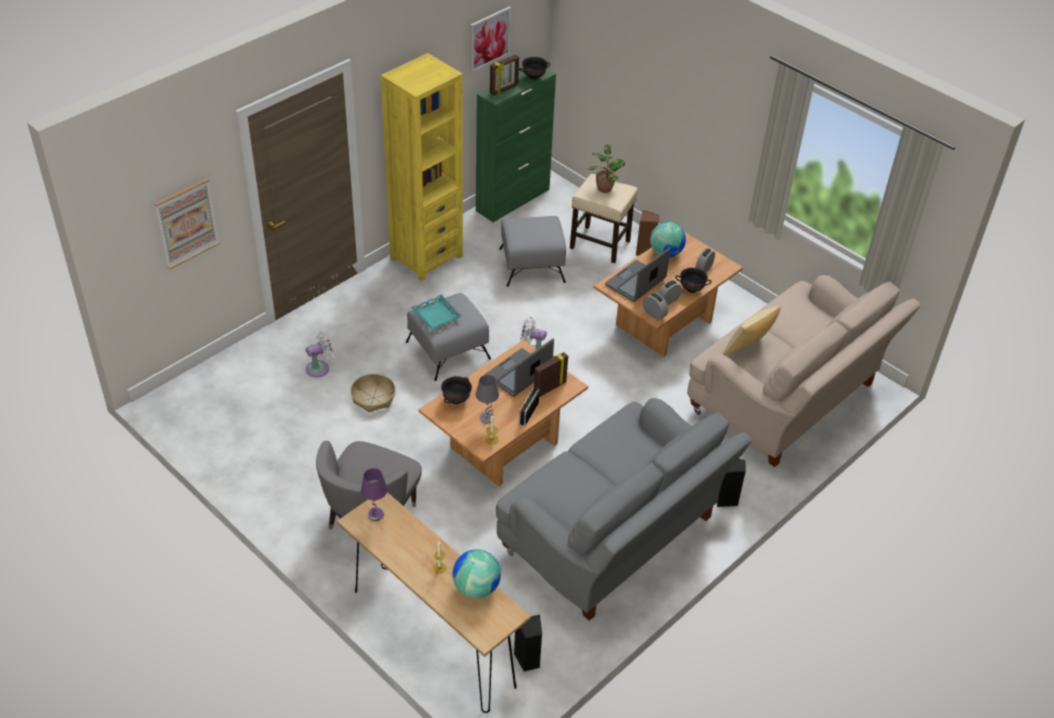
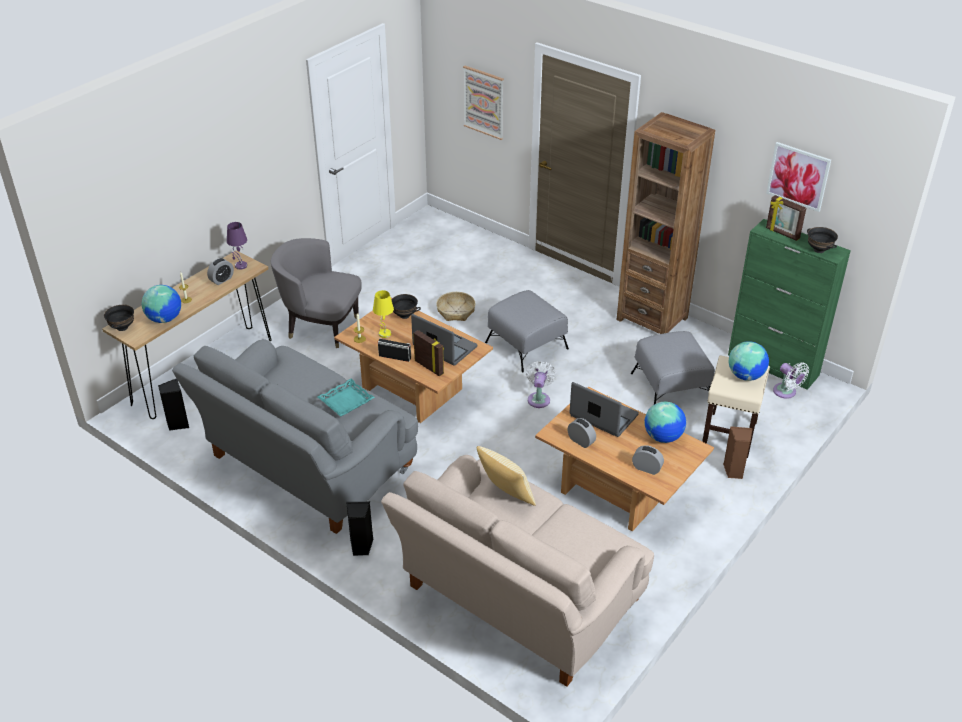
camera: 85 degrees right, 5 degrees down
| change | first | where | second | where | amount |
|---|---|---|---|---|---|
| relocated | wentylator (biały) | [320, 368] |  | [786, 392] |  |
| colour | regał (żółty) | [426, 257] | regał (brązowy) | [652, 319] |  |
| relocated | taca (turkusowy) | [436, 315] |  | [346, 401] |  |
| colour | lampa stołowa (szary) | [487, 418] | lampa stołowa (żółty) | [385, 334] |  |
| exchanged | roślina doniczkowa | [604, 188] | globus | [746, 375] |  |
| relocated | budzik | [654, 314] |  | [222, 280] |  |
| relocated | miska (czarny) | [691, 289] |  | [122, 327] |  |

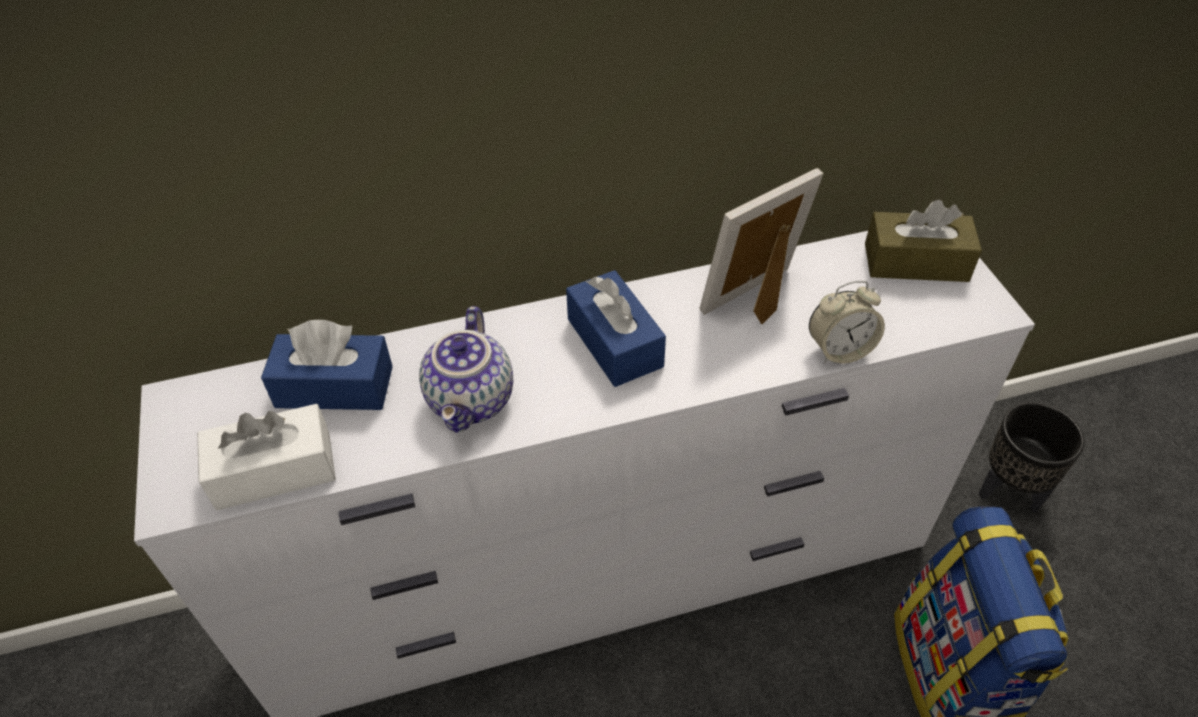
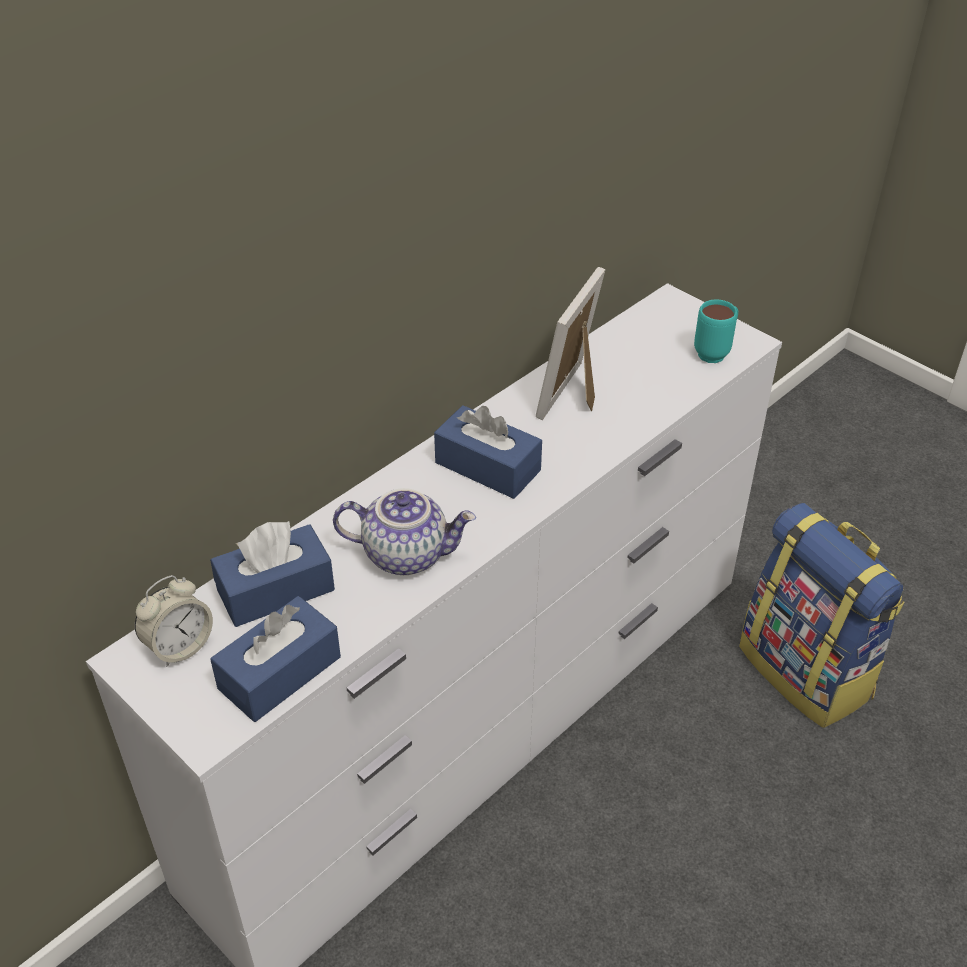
camera: 30 degrees left, 5 degrees down
| change | first | where | second | where | amount |
|---|---|---|---|---|---|
| colour | pudełko chusteczek (biały) | [274, 471] | pudełko chusteczek (niebieski) | [279, 673] |  |
| spun | imbryk | [473, 401] |  | [407, 553] | 60 degrees counterclockwise |
| relocated | budzik | [839, 350] |  | [179, 646] |  |
| missing | pudełko chusteczek (brązowy) | [916, 262] |  |  |  |
| missing | donica (czarny) | [1010, 492] |  |  |  |
| appeared |  |  | kubek (turkusowy) | [716, 352] |  |

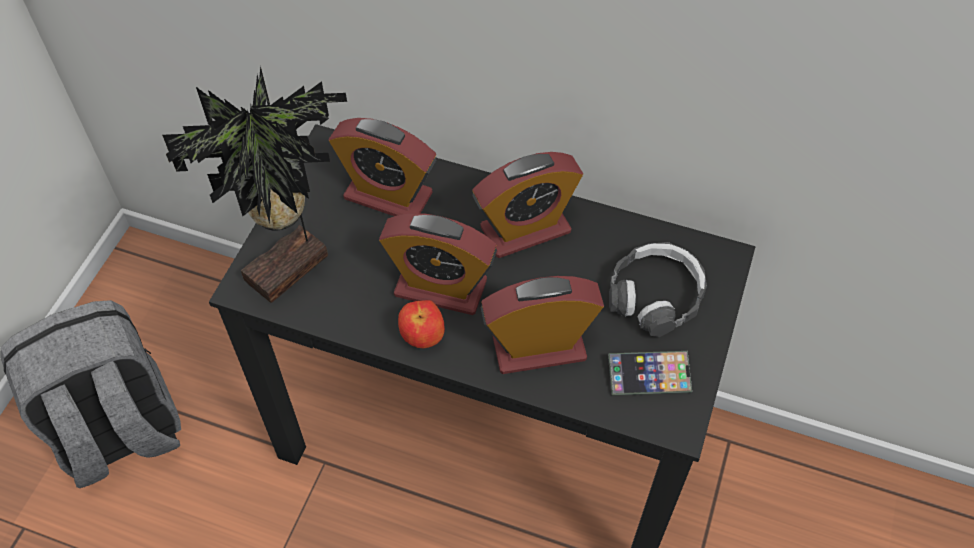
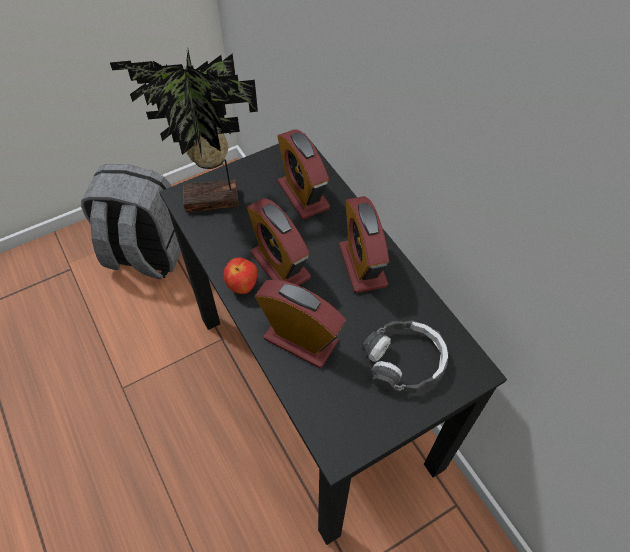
camera: 40 degrees right, 0 degrees up
| change | first | where | second | where | amount |
|---|---|---|---|---|---|
| spun | budzik | [525, 230] |  | [362, 265] | 60 degrees clockwise |
| missing | telefon | [648, 376] |  |  |  |

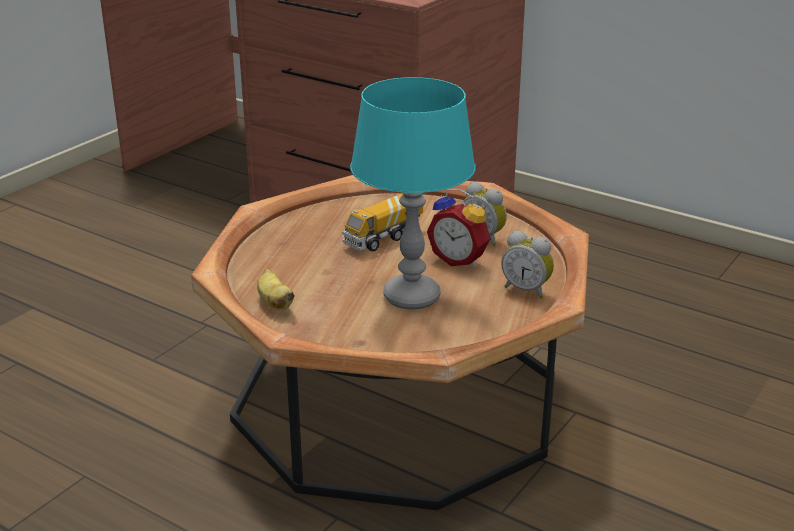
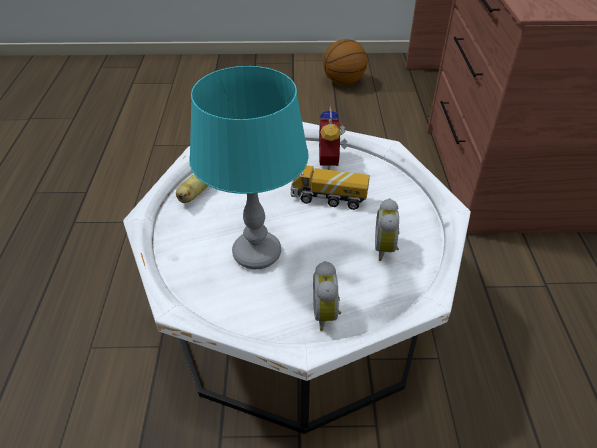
camera: 55 degrees right, 15 degrees up
| change | first | where | second | where | amount |
|---|---|---|---|---|---|
| colour | ława (brązowy) | [397, 400] | ława (biały) | [298, 309] |  |
| relocated | budzik | [460, 259] |  | [331, 161] |  |
| appeared |  |  | piłka do koszykówki | [344, 82] |  |

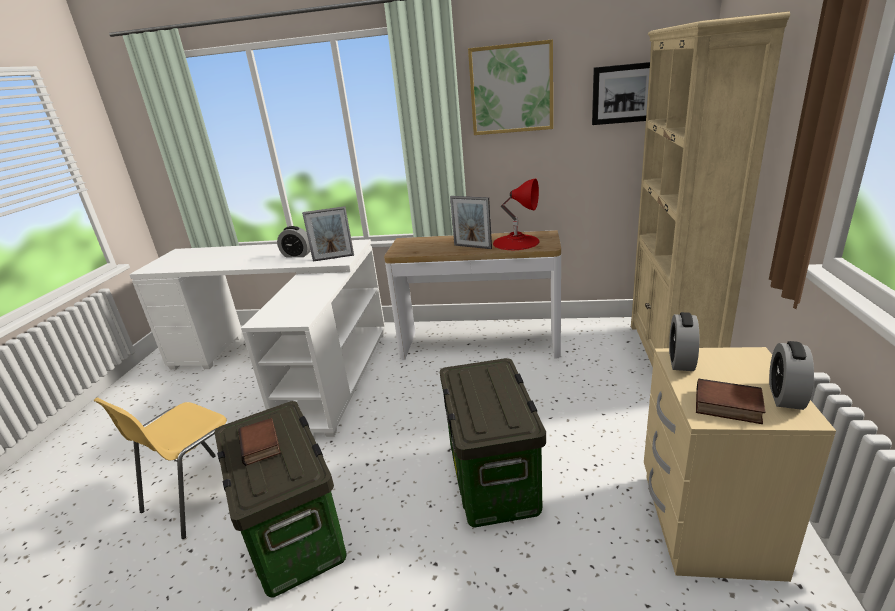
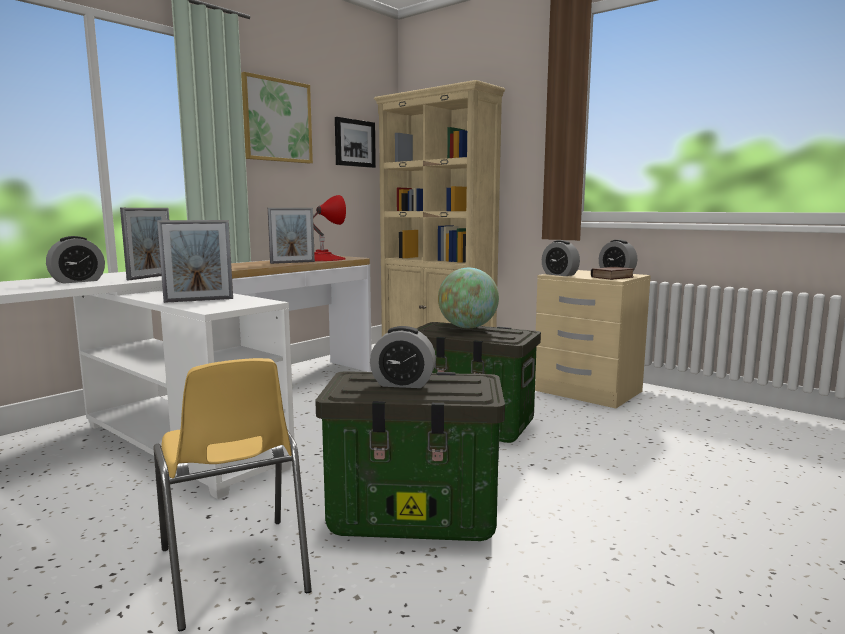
camera: 60 degrees left, 15 degrees down
| change | first | where | second | where | amount |
|---|---|---|---|---|---|
| exchanged | książka | [262, 445] | budzik | [403, 384] |  |
| appeared |  |  | ramka na zdjęcie | [199, 300] |  |
| appeared |  |  | globus | [467, 327] |  |

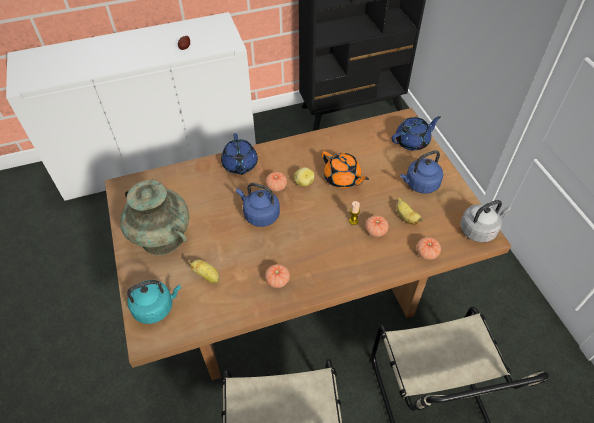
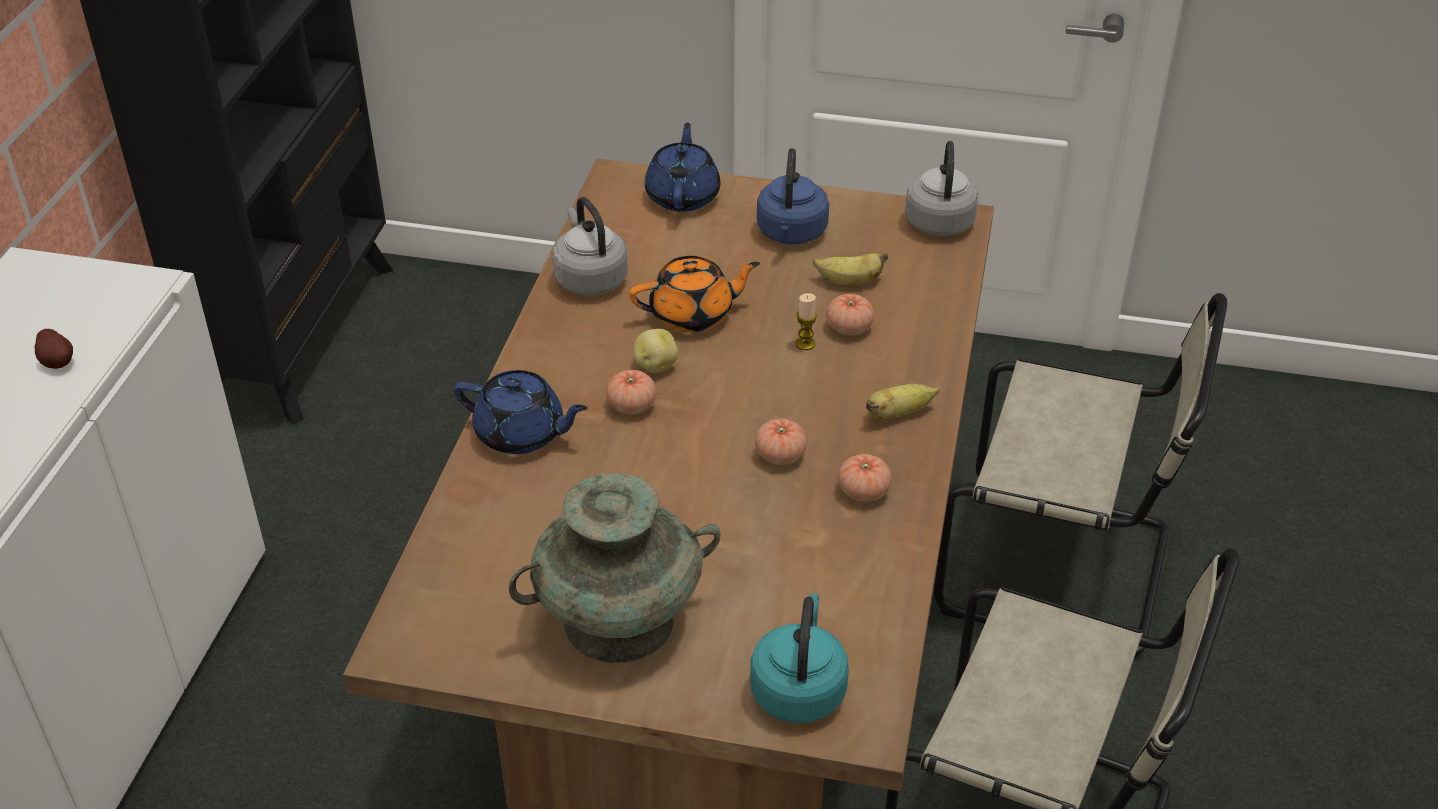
camera: 60 degrees left, 10 degrees down
| change | first | where | second | where | amount |
|---|---|---|---|---|---|
| relocated | banan | [207, 276] |  | [898, 413] |  |
| missing | czajnik (niebieski) | [260, 215] |  |  |  |
| relocated | pomidor | [426, 253] |  | [780, 455] |  |
| appeared |  |  | czajnik (szary) | [589, 278] |  |

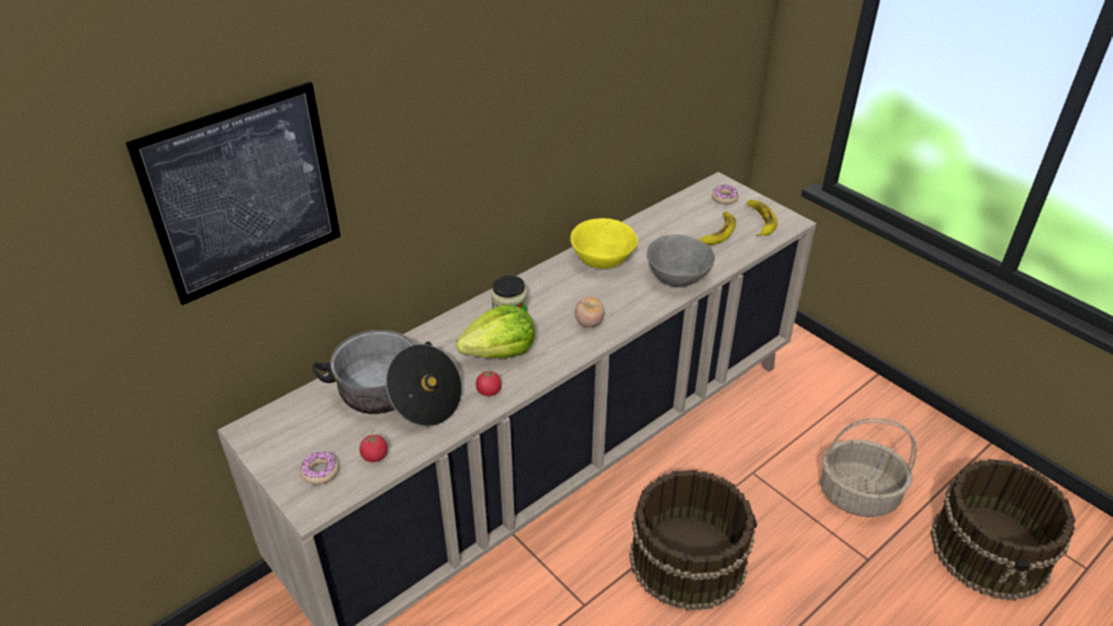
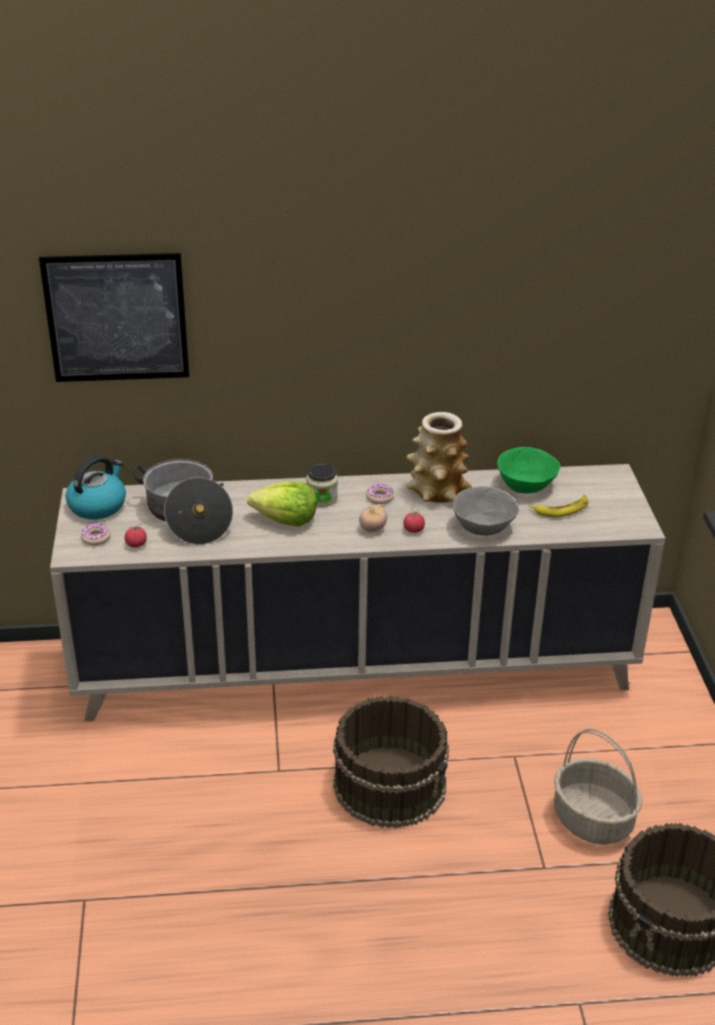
camera: 35 degrees right, 5 degrees down
| change | first | where | second | where | amount |
|---|---|---|---|---|---|
| relocated | pomidor | [489, 391] |  | [413, 530] |  |
| exchanged | miska (żółty) | [602, 260] | wazon | [436, 491] |  |
| relocated | donut | [724, 198] |  | [379, 497] |  |
| missing | banan | [759, 221] |  |  |  |
| appeared |  |  | czajnik | [98, 505] |  |
| appeared |  |  | miska (zielony) | [525, 486] |  |

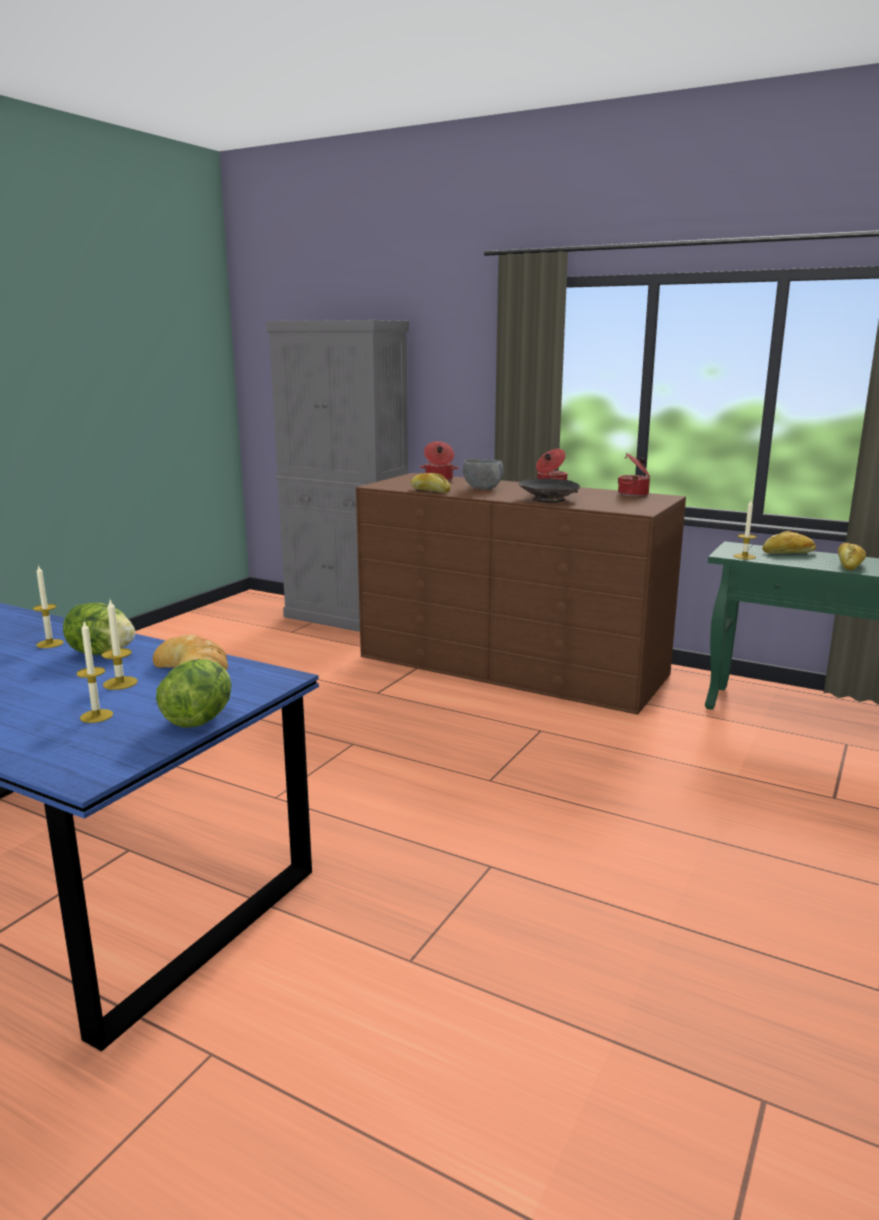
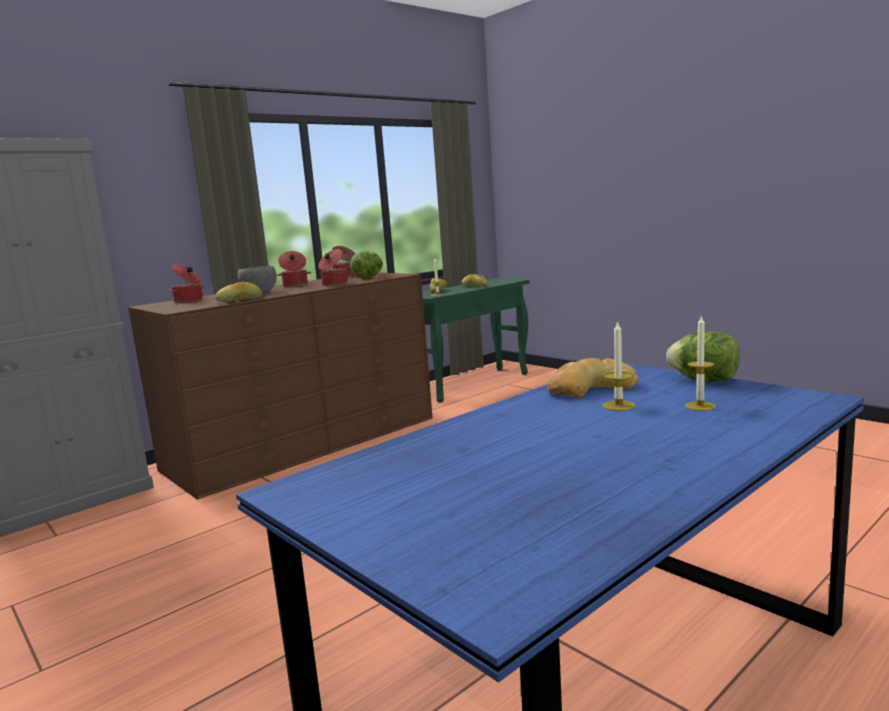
camera: 70 degrees left, 5 degrees down
| change | first | where | second | where | amount |
|---|---|---|---|---|---|
| missing | świeca | [50, 644] |  |  |  |
| relocated | sałata | [102, 653] |  | [368, 278] |  |
| exchanged | miska (czarny) | [548, 499] | garnek | [334, 284] |  |

